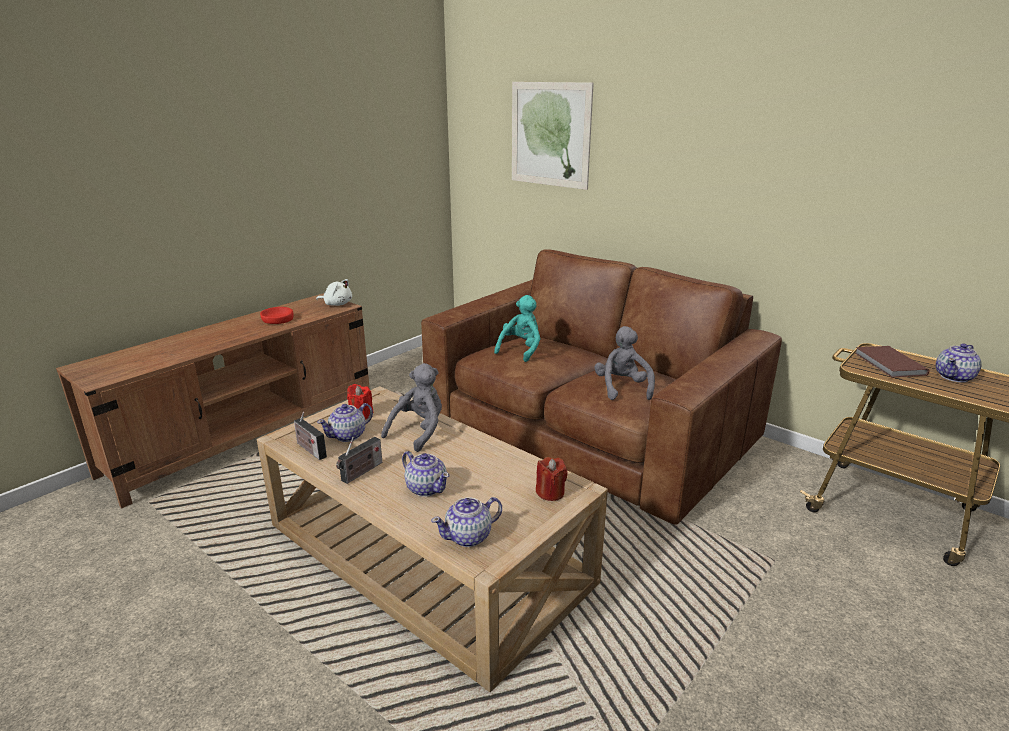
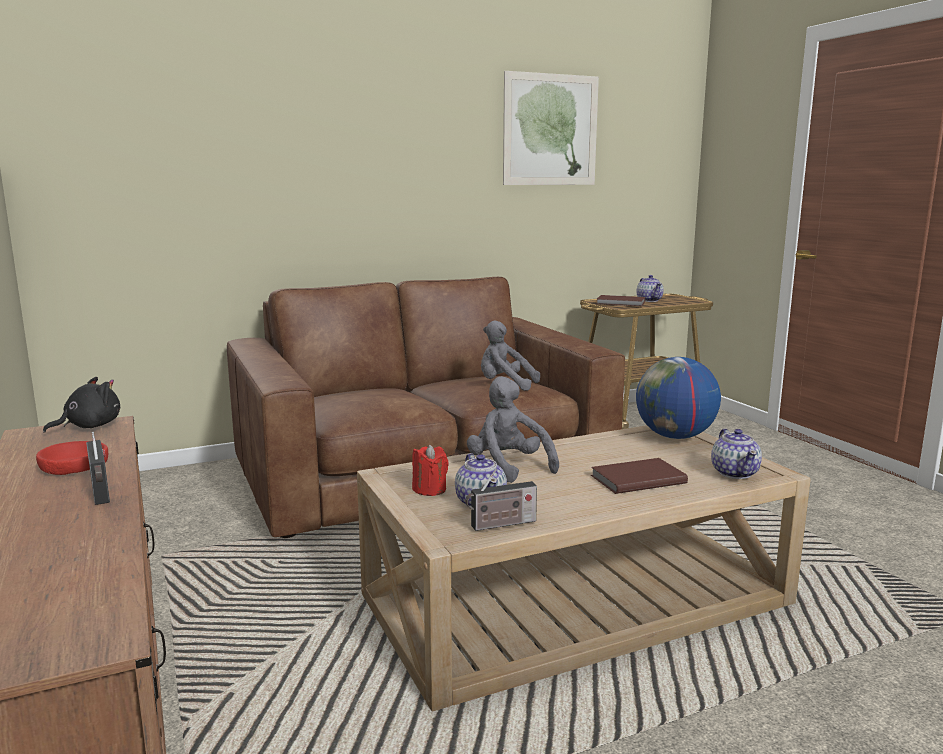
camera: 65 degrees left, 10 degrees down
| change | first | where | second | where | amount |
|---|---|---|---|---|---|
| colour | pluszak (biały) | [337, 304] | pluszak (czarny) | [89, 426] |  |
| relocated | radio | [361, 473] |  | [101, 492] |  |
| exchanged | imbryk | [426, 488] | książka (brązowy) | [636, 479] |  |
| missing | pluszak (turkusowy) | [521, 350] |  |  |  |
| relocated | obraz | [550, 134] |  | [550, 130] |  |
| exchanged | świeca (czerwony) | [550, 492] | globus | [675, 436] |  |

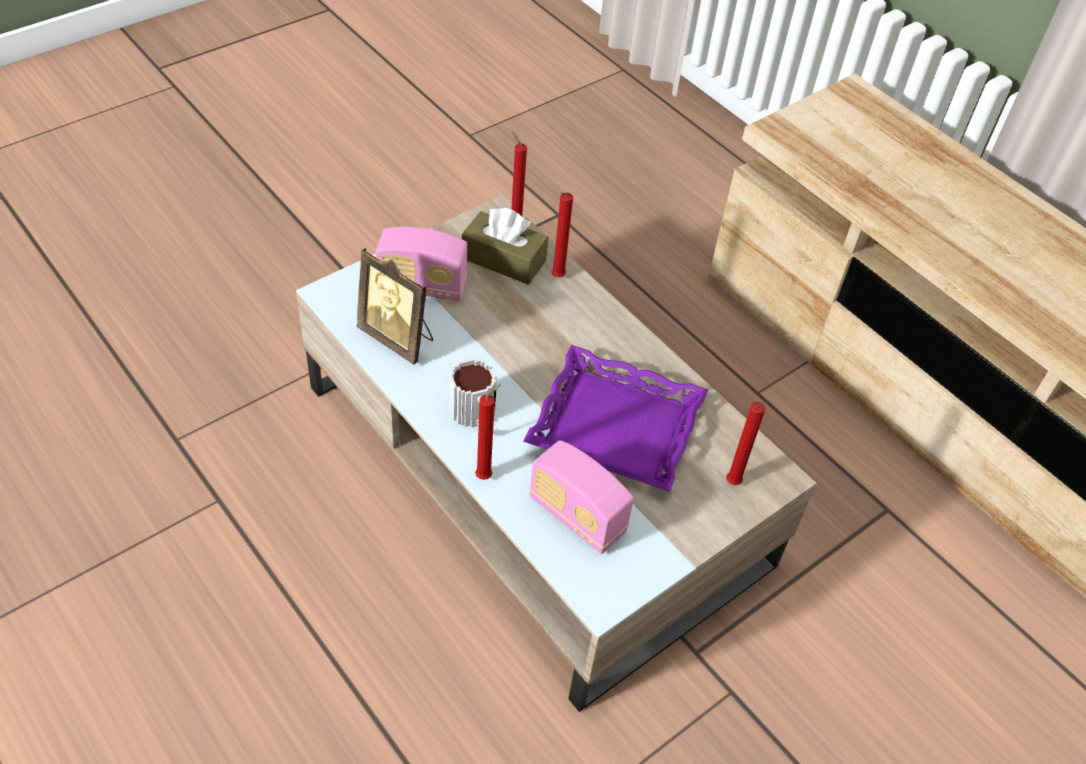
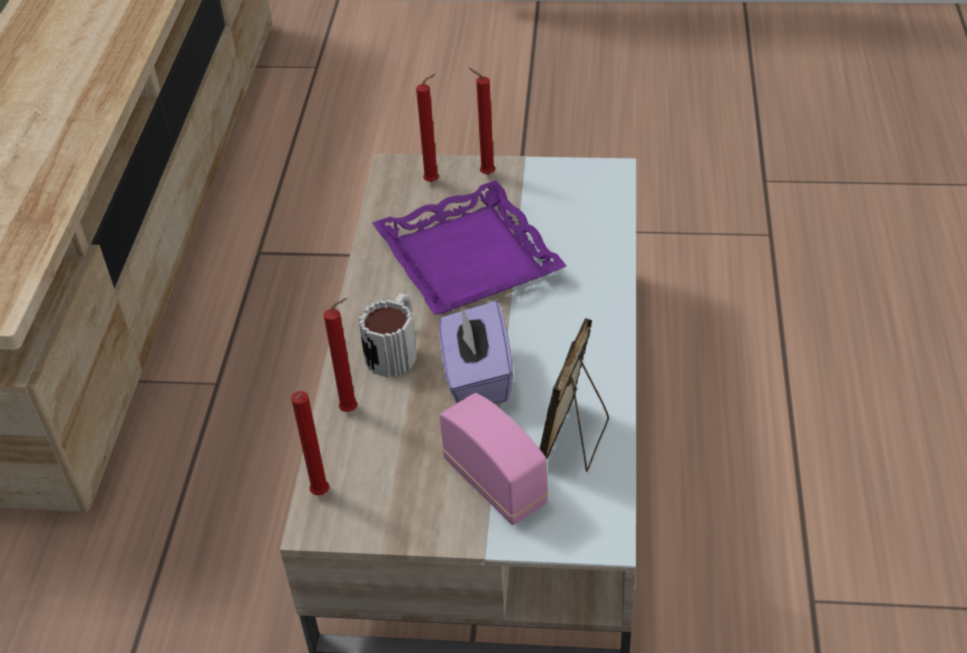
camera: 130 degrees left, 5 degrees down
| change | first | where | second | where | amount |
|---|---|---|---|---|---|
| spun | ramka na zdjęcie | [398, 338] |  | [574, 440] | 150 degrees counterclockwise |
| relocated | kubek | [475, 417] |  | [395, 350] |  |
| missing | pudełko chusteczek (brązowy) | [503, 259] |  |  |  |
| relocated | świeca (czerwony) | [486, 475] |  | [485, 174] |  |
| missing | radio | [576, 516] |  |  |  |
| appeared |  |  | pudełko chusteczek (fioletowy) | [476, 377] |  |

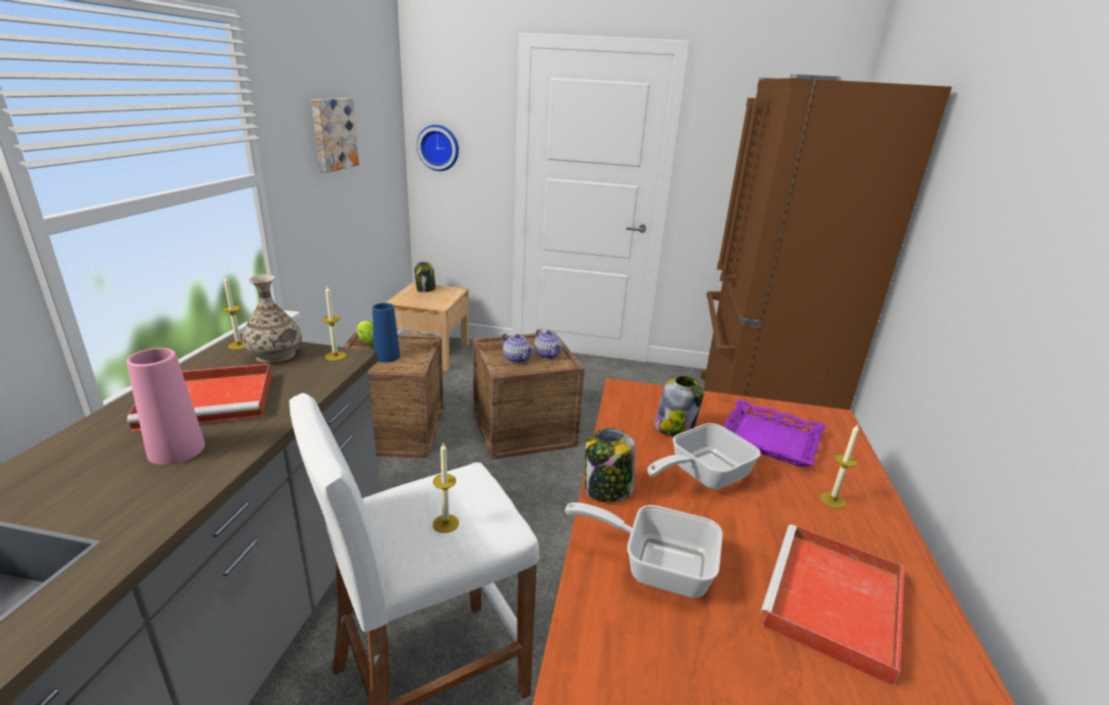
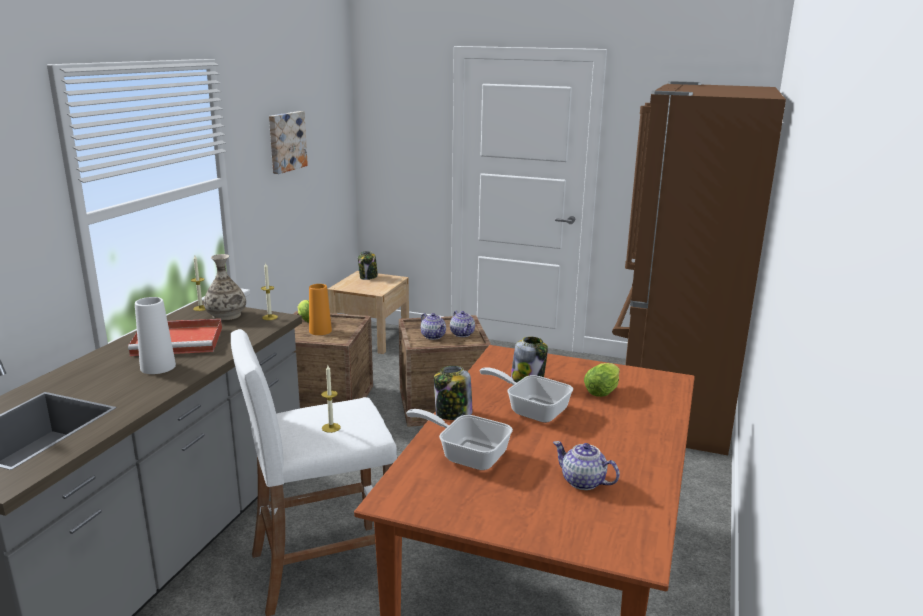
camera: 10 degrees right, 5 degrees down
| change | first | where | second | where | amount |
|---|---|---|---|---|---|
| colour | wazon (różowy) | [176, 450] | wazon (biały) | [158, 367] |  |
| colour | wazon (niebieski) | [387, 356] | wazon (pomarańczowy) | [320, 331] |  |
| missing | zegar ścienny | [439, 147] |  |  |  |
| spun | patelnia | [701, 475] |  | [531, 409] | 60 degrees clockwise |
| exchanged | taca (fioletowy) | [769, 439] | sałata | [603, 391] |  |
| exchanged | taca (czerwony) | [834, 604] | imbryk | [583, 482] |  |
| missing | świeca | [832, 500] |  |  |  |

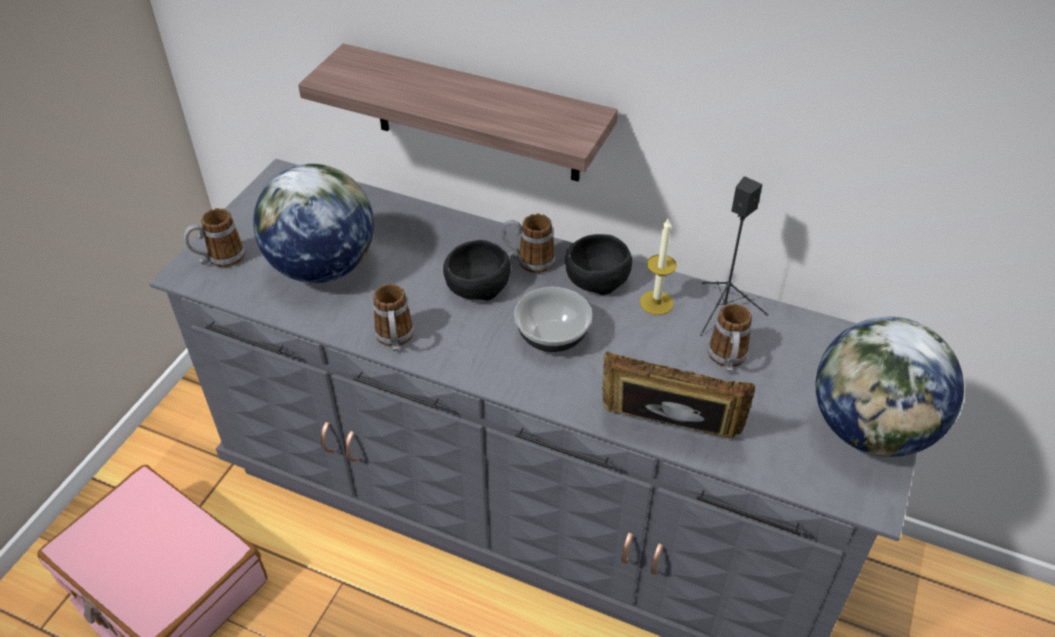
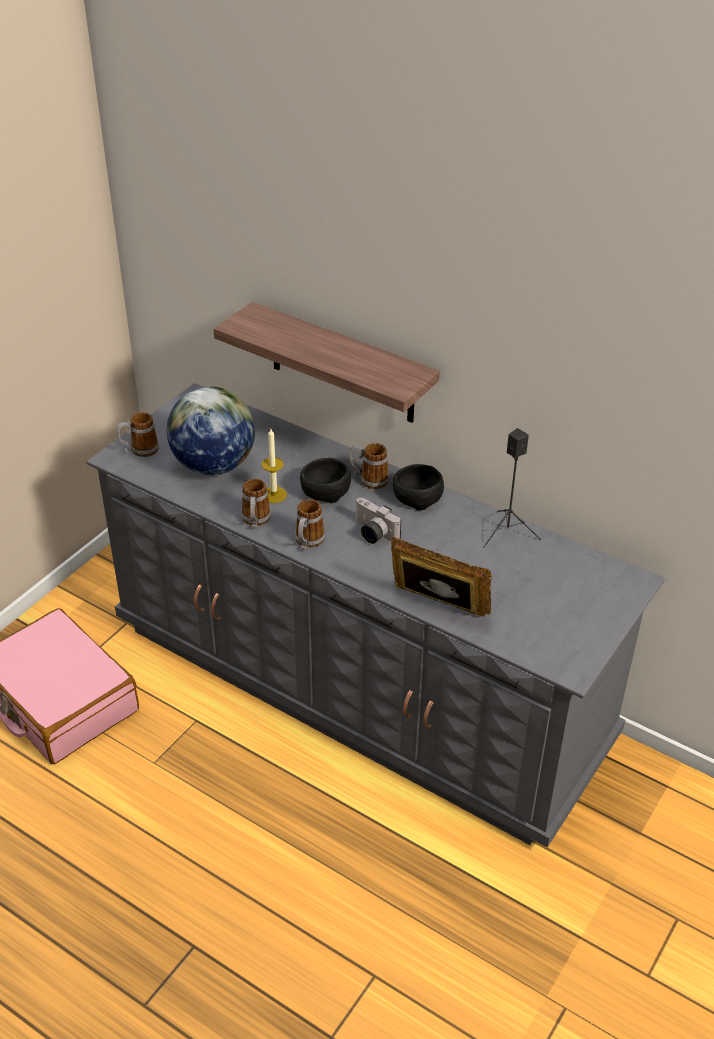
camera: 10 degrees right, 5 degrees down
| change | first | where | second | where | amount |
|---|---|---|---|---|---|
| exchanged | miska | [553, 336] | aparat fotograficzny | [372, 534] |  |
| relocated | świeca | [656, 303] |  | [274, 495] |  |
| relocated | kubek | [727, 360] |  | [308, 542] |  |
| missing | globus | [871, 430] |  |  |  |

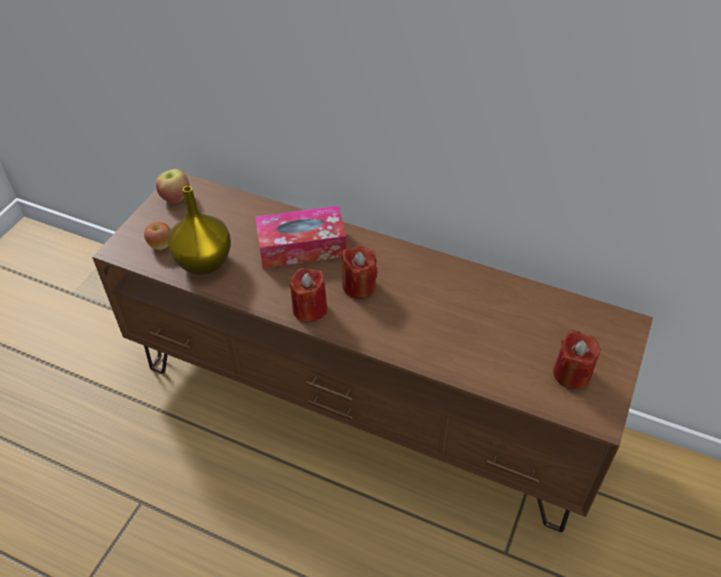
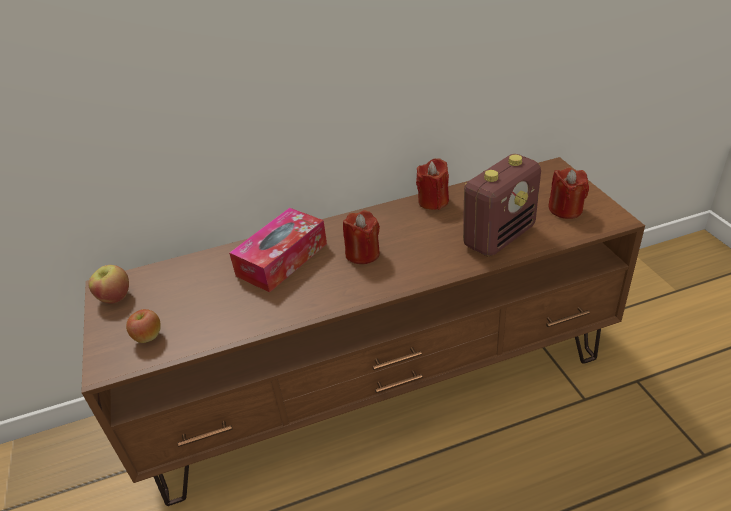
camera: 40 degrees left, 10 degrees down
| change | first | where | second | where | amount |
|---|---|---|---|---|---|
| missing | wazon (żółty) | [204, 263] |  |  |  |
| relocated | świeca (czerwony) | [309, 309] |  | [433, 201] |  |
| appeared |  |  | radio | [499, 236] |  |

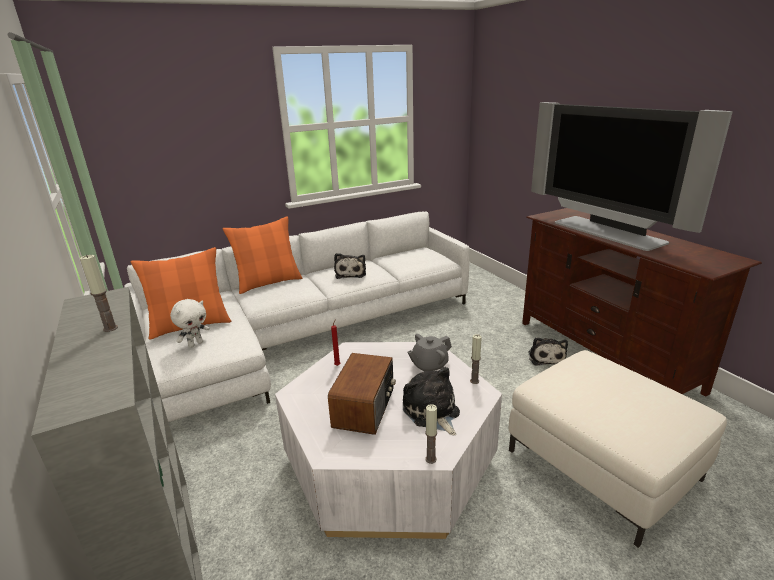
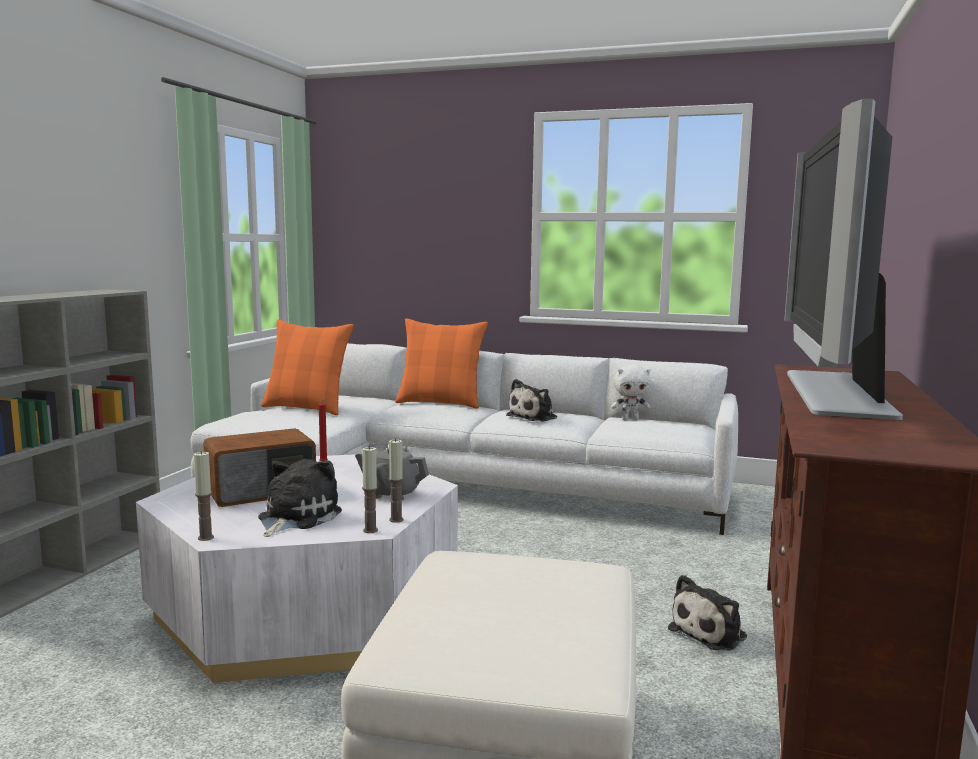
camera: 45 degrees right, 15 degrees down
| change | first | where | second | where | amount |
|---|---|---|---|---|---|
| relocated | świeca | [110, 328] |  | [370, 530] |  |
| relocated | pluszak (biały) | [195, 344] |  | [630, 419] |  |

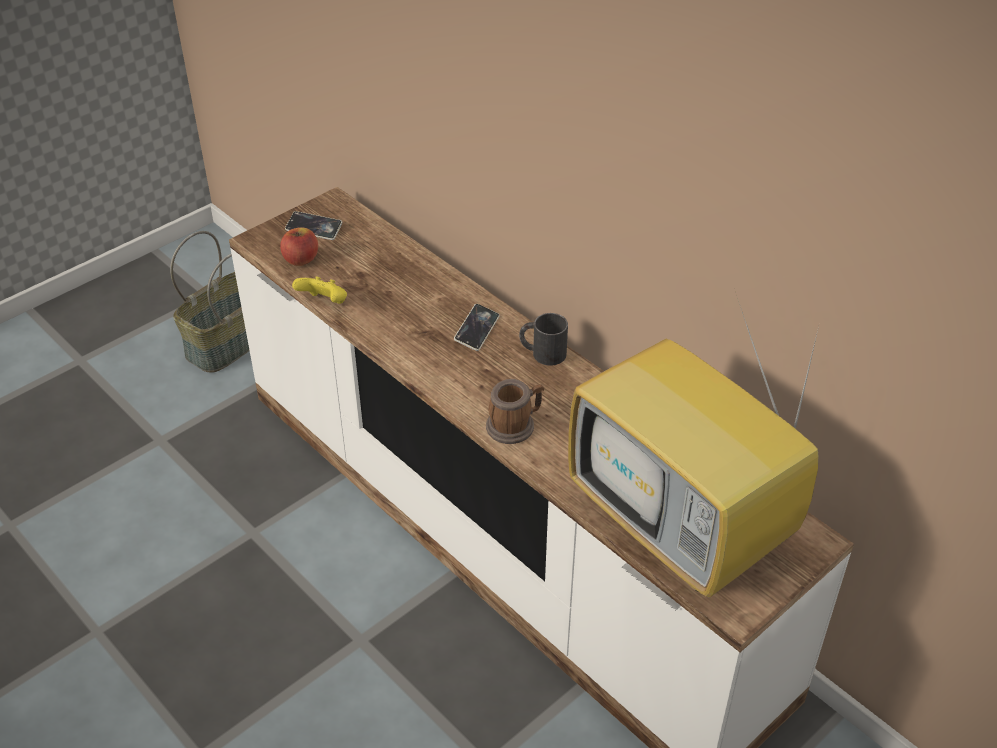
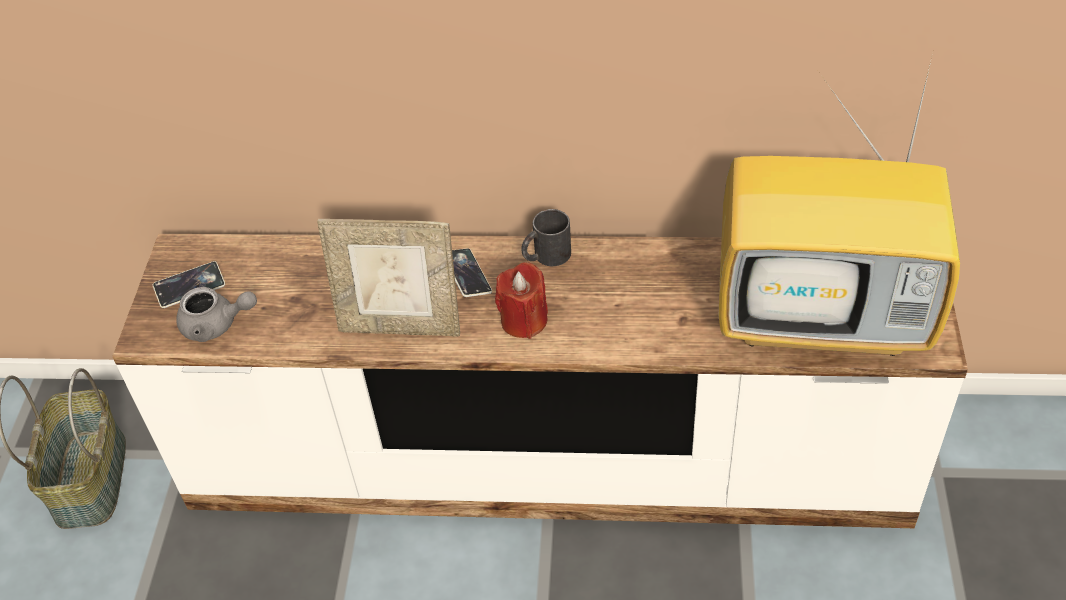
camera: 40 degrees left, 5 degrees up
| change | first | where | second | where | amount |
|---|---|---|---|---|---|
| exchanged | jabłko | [301, 259] | imbryk (szary) | [216, 325] |  |
| missing | pad do gier (żółty) | [324, 303] |  |  |  |
| missing | kubek | [515, 425] |  |  |  |
| appeared |  |  | ramka na zdjęcie | [401, 326] |  |
| appeared |  |  | świeca (czerwony) | [524, 320] |  |

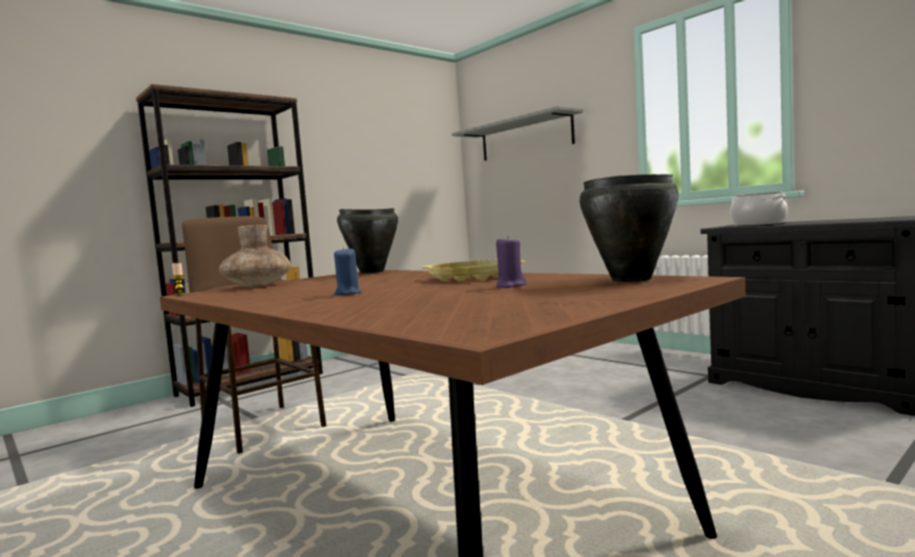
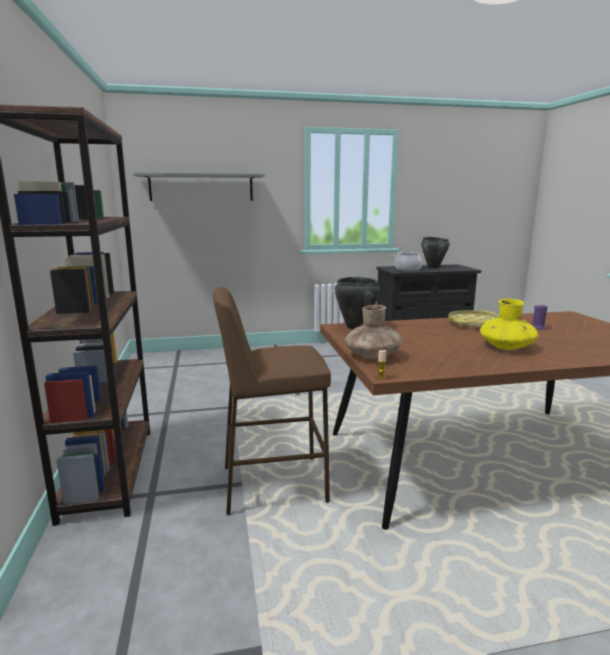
camera: 60 degrees left, 10 degrees up
| change | first | where | second | where | amount |
|---|---|---|---|---|---|
| exchanged | świeca (niebieski) | [347, 293] | wazon (żółty) | [506, 347] |  |
| relocated | garnek (czarny) | [632, 279] |  | [433, 267] |  |

